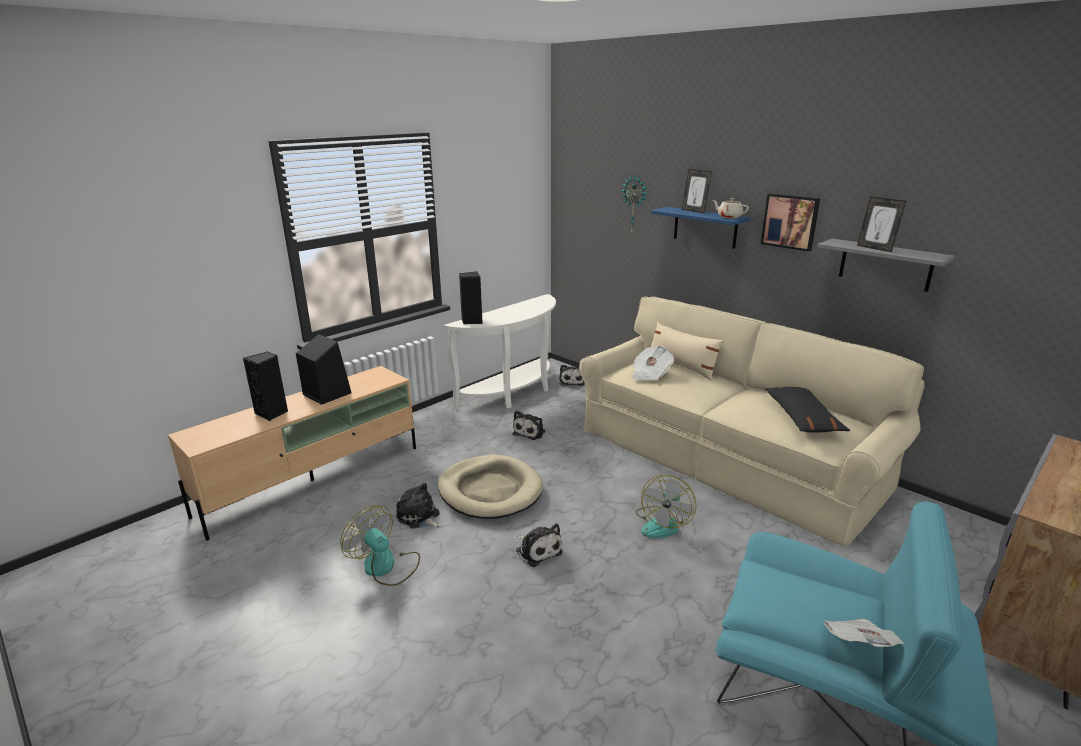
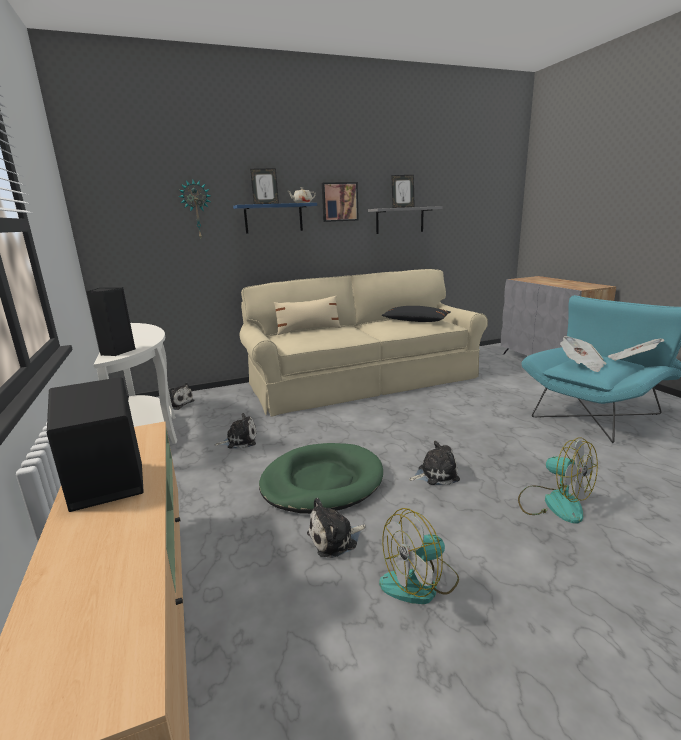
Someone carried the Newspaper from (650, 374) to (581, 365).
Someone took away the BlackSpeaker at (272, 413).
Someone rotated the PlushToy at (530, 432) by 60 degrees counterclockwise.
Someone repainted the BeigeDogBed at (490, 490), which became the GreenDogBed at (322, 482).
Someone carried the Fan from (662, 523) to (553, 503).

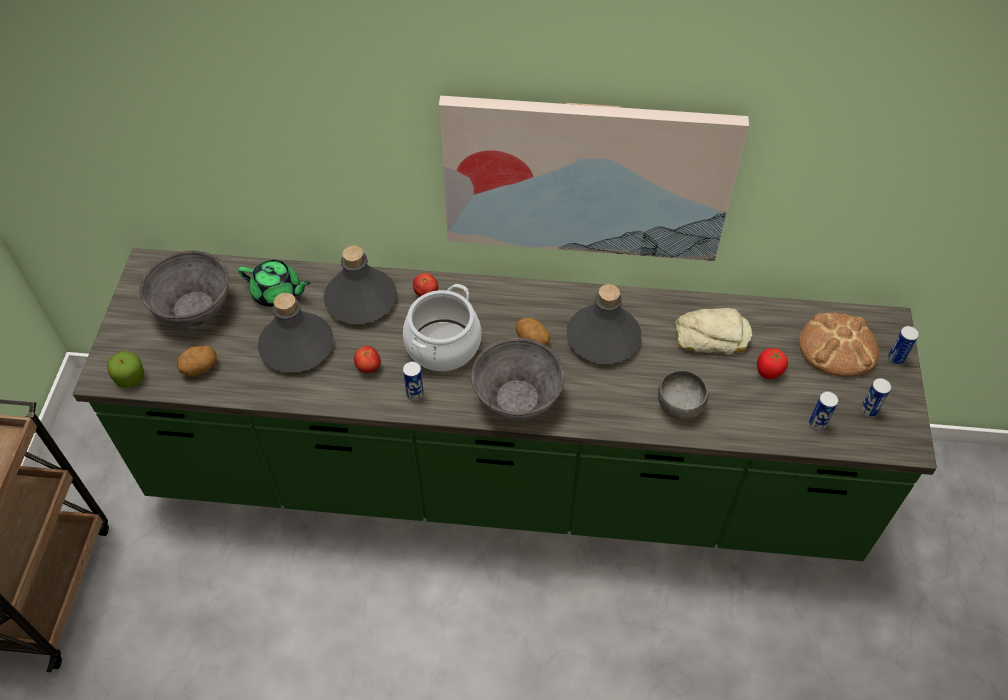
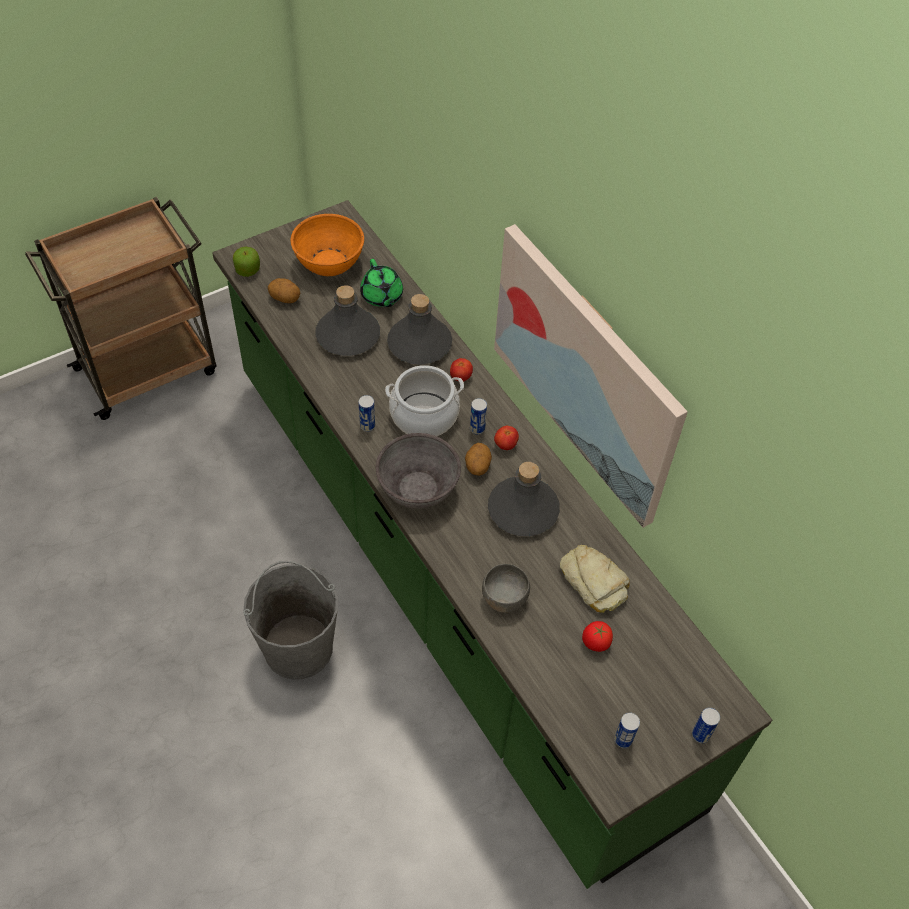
Someone repainted the GreyBowl at (194, 307), which became the OrangeBowl at (329, 262).
Someone took away the Bread at (837, 347).
Someone carried the Tomato from (368, 367) to (505, 445).
Someone carried the Can from (817, 424) to (477, 429).
Someone put down the GreyBucket at (298, 647).

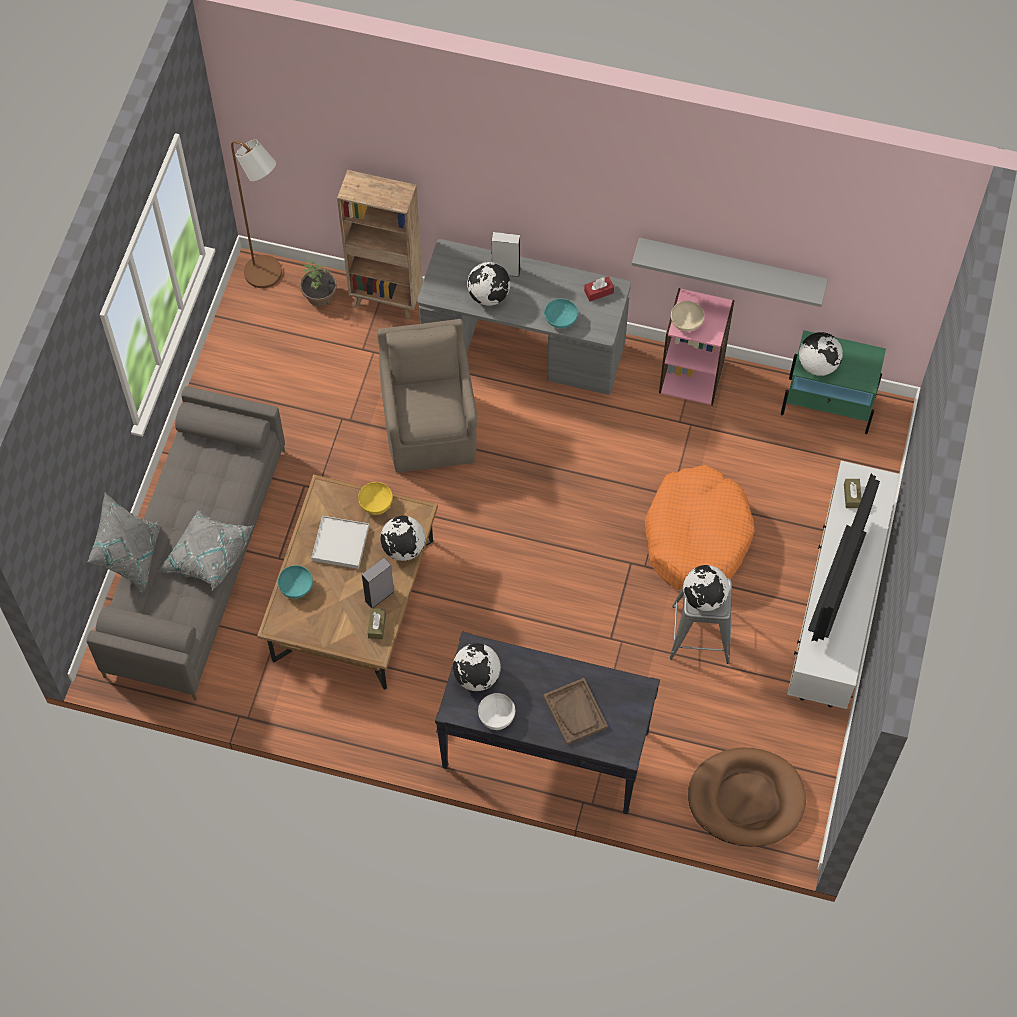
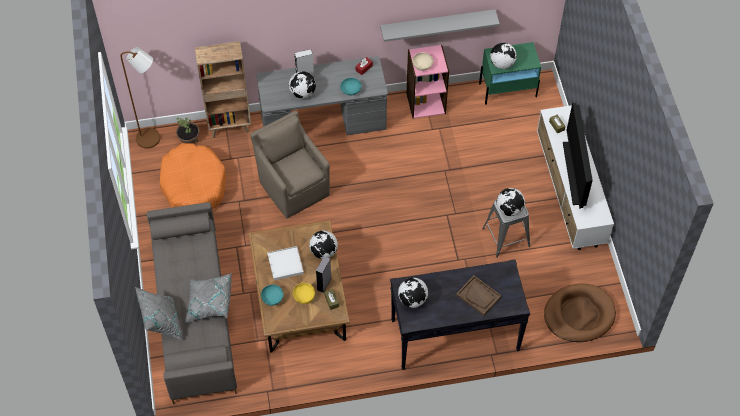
Someone carried the OrangeDogBed from (696, 536) to (193, 185).
Someone carried the YellowBowl from (375, 503) to (304, 297).
Someone took away the WhiteBowl at (496, 715).

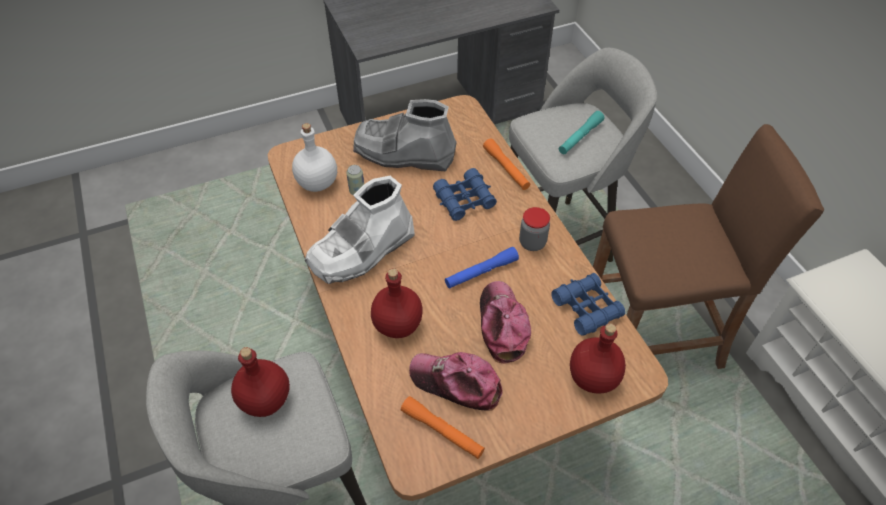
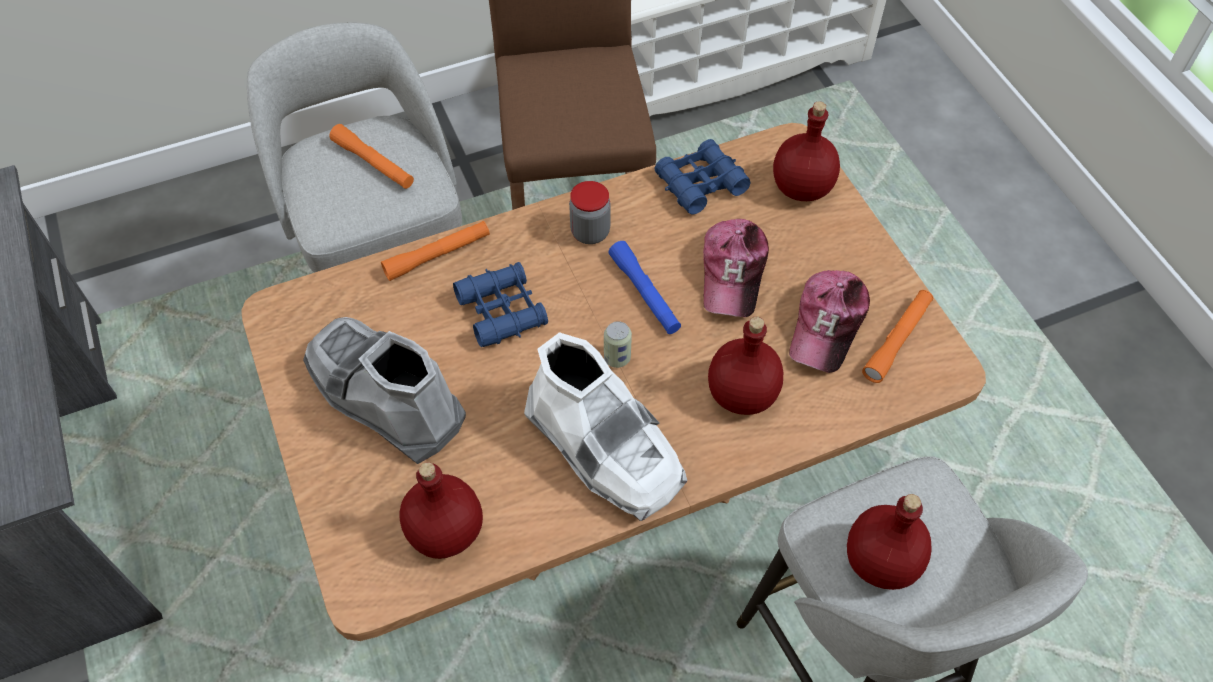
Someone rotated the GreyBoot at (404, 153) by 120 degrees clockwise.
Someone repainted the TurquoiseFlashlight at (580, 137), which became the OrangeFlashlight at (373, 163).
Someone repainted the WhiteBottle at (317, 182), which became the RedBottle at (444, 532).
Someone carried the Can from (357, 191) to (617, 358).
Someone rotated the Cap at (502, 325) by 75 degrees counterclockwise.

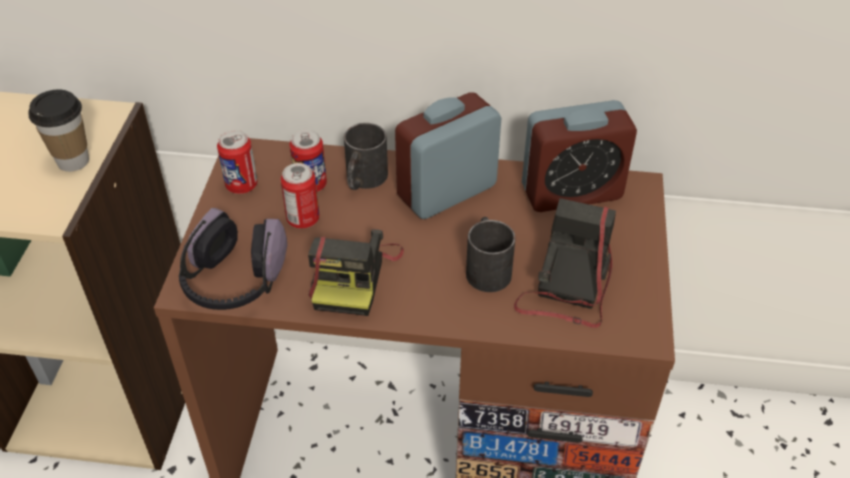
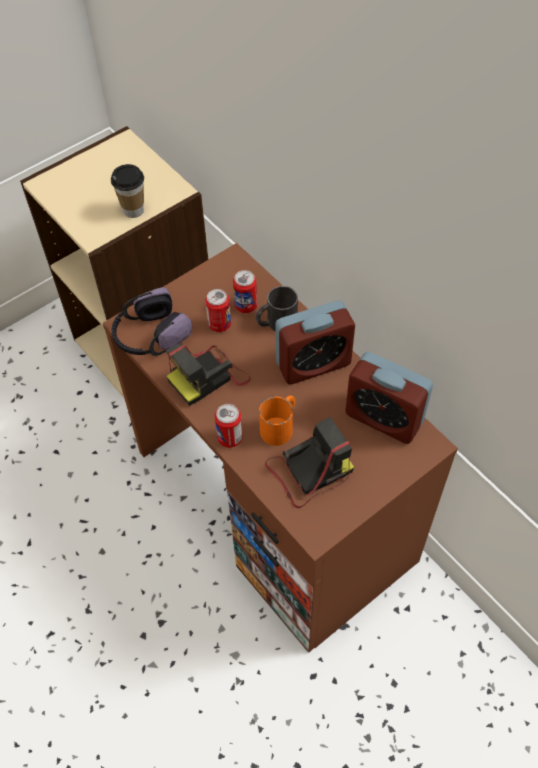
Someone rotated the AlarmClock at (447, 191) by 150 degrees clockwise.
Someone carried the Can from (241, 185) to (230, 438).
Someone repainted the BlackMug at (487, 267), which became the OrangeMug at (280, 426).

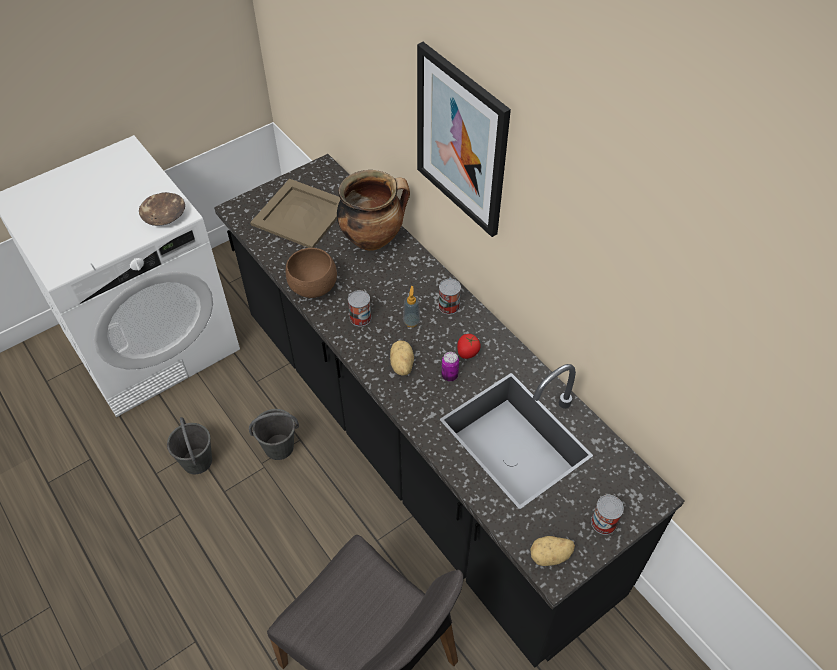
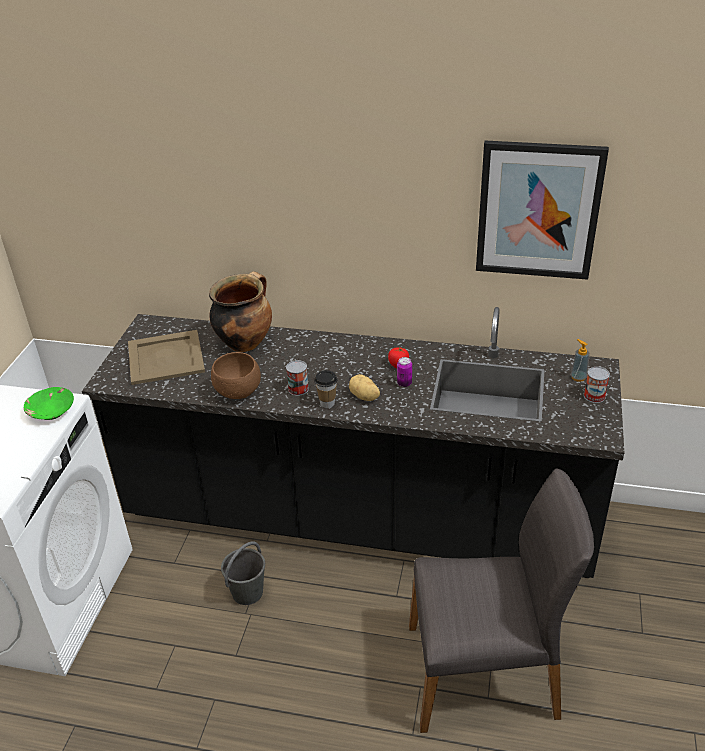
Someone carried the Picture from (461, 141) to (538, 210).
Someone repainted the BrownBowl at (164, 215), which became the GreenBowl at (51, 411).
Someone took away the Can at (449, 306).
Someone carried the SoapDispenser from (411, 321) to (578, 377).
Someone took away the GreyBucket at (197, 461).
Someone took away the Potato at (550, 556).
Someone put down the Cup at (327, 403).

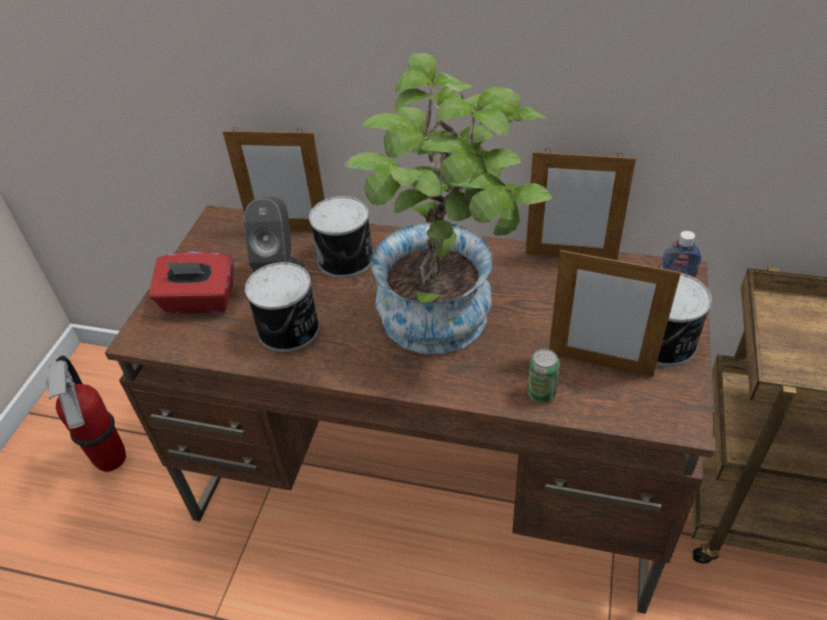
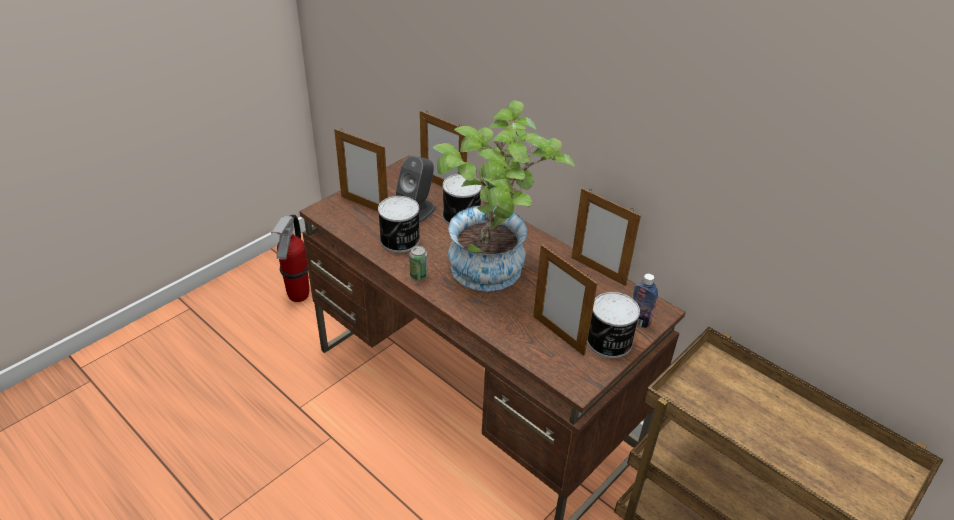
Someone swapped the RedTissueBox at (199, 301) for the PictureFrame at (364, 205).
Someone carried the Can from (541, 393) to (418, 276).

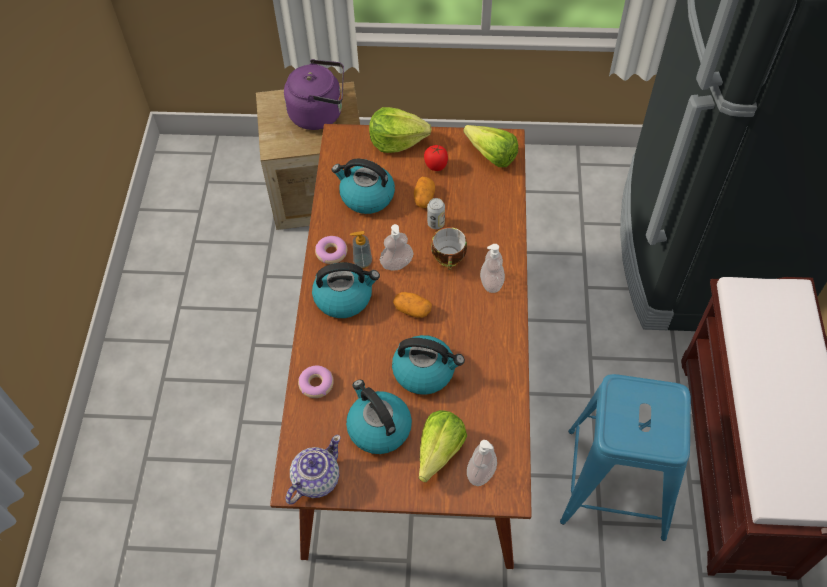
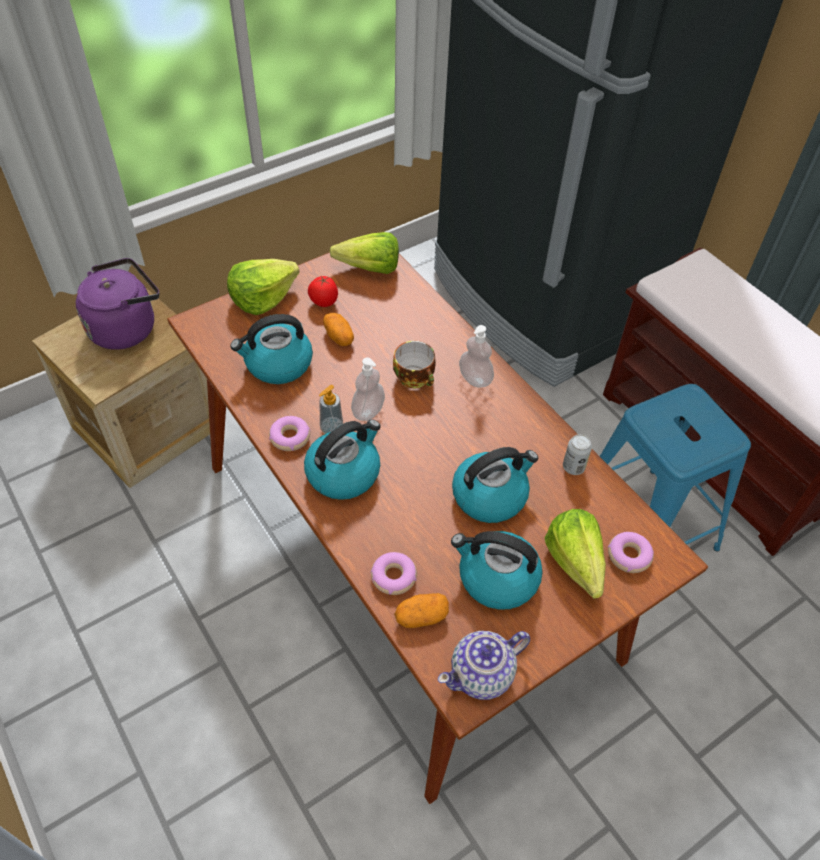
Someone carried the Can from (436, 223) to (573, 467).
Someone carried the Potato from (412, 310) to (421, 616).
Someone rotated the Teapot at (315, 479) by 120 degrees counterclockwise.
Someone swapped the SoapDispenser at (481, 472) for the Donut at (629, 556).

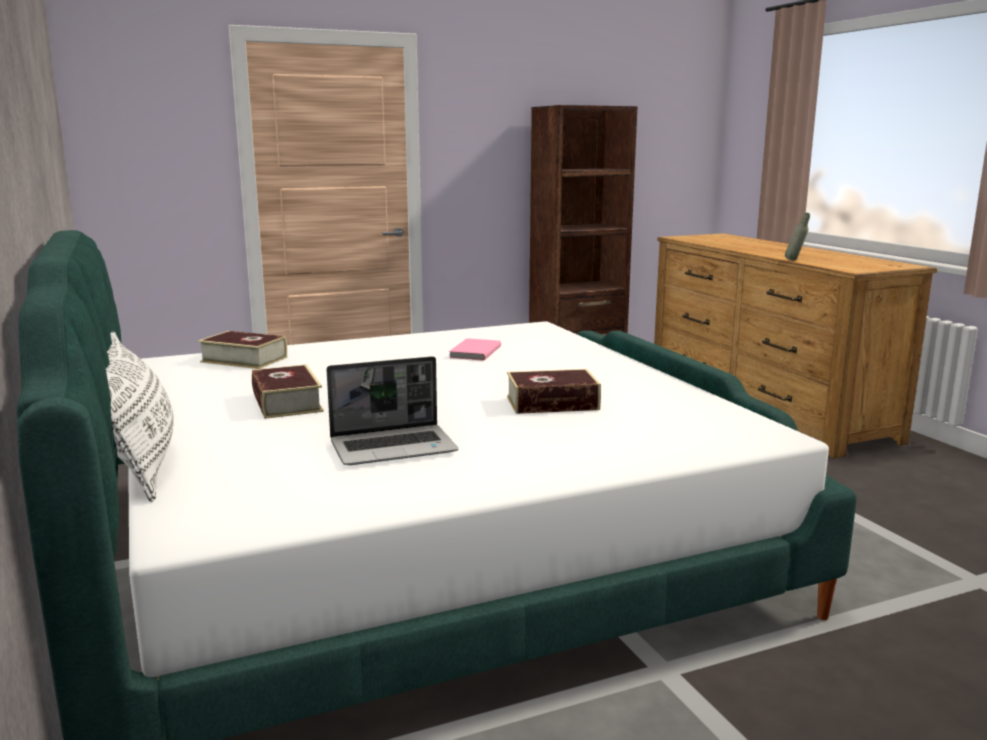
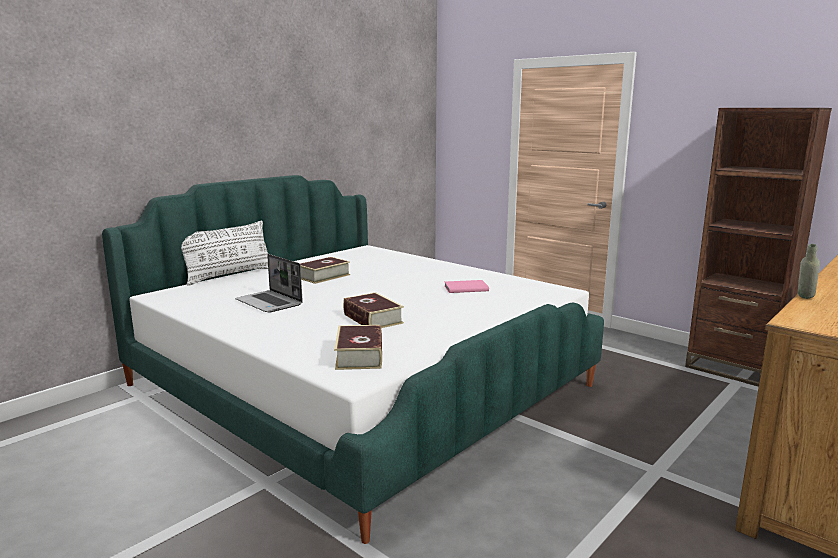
Someone carried the Book from (244, 359) to (359, 355).

